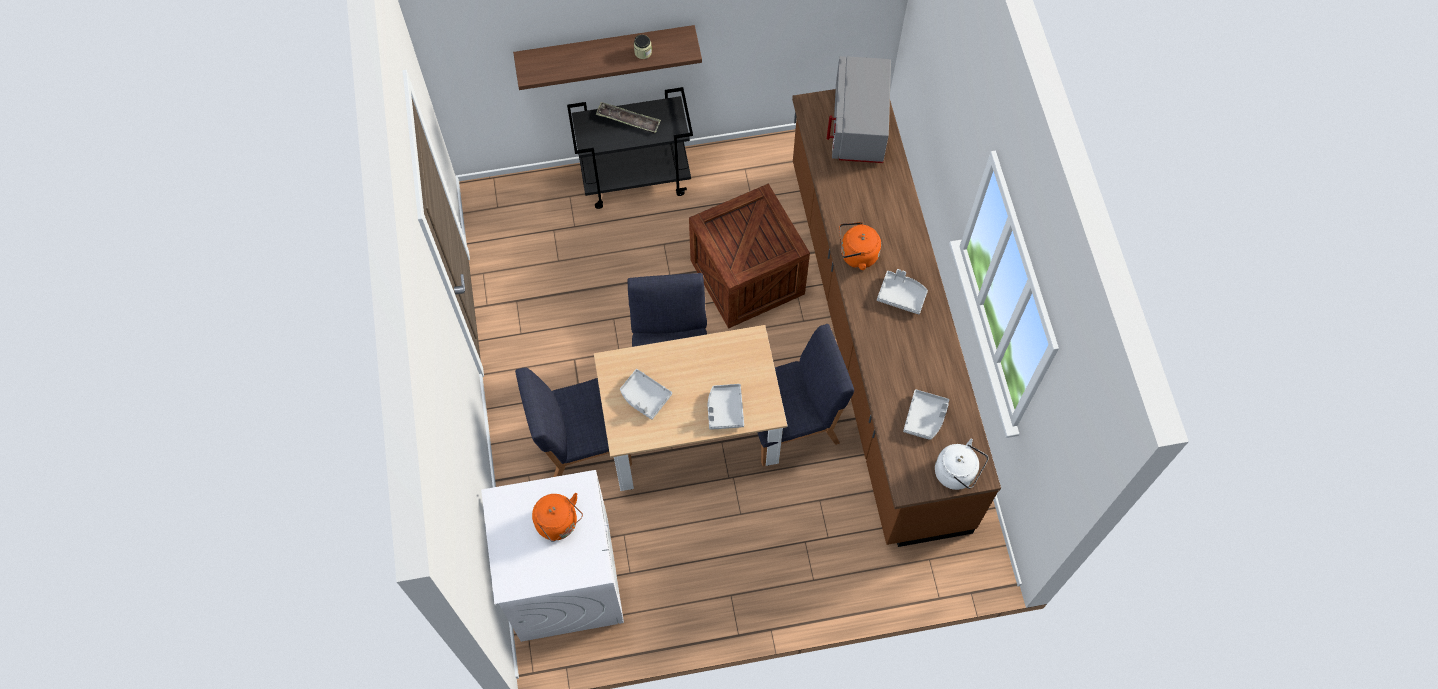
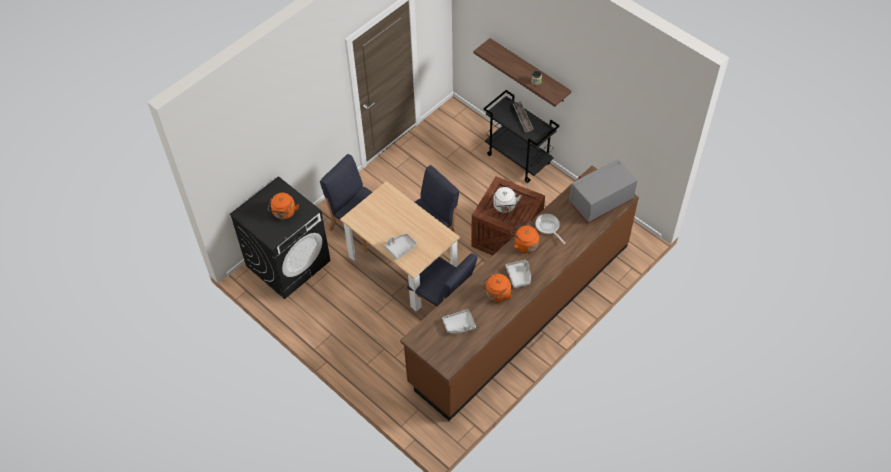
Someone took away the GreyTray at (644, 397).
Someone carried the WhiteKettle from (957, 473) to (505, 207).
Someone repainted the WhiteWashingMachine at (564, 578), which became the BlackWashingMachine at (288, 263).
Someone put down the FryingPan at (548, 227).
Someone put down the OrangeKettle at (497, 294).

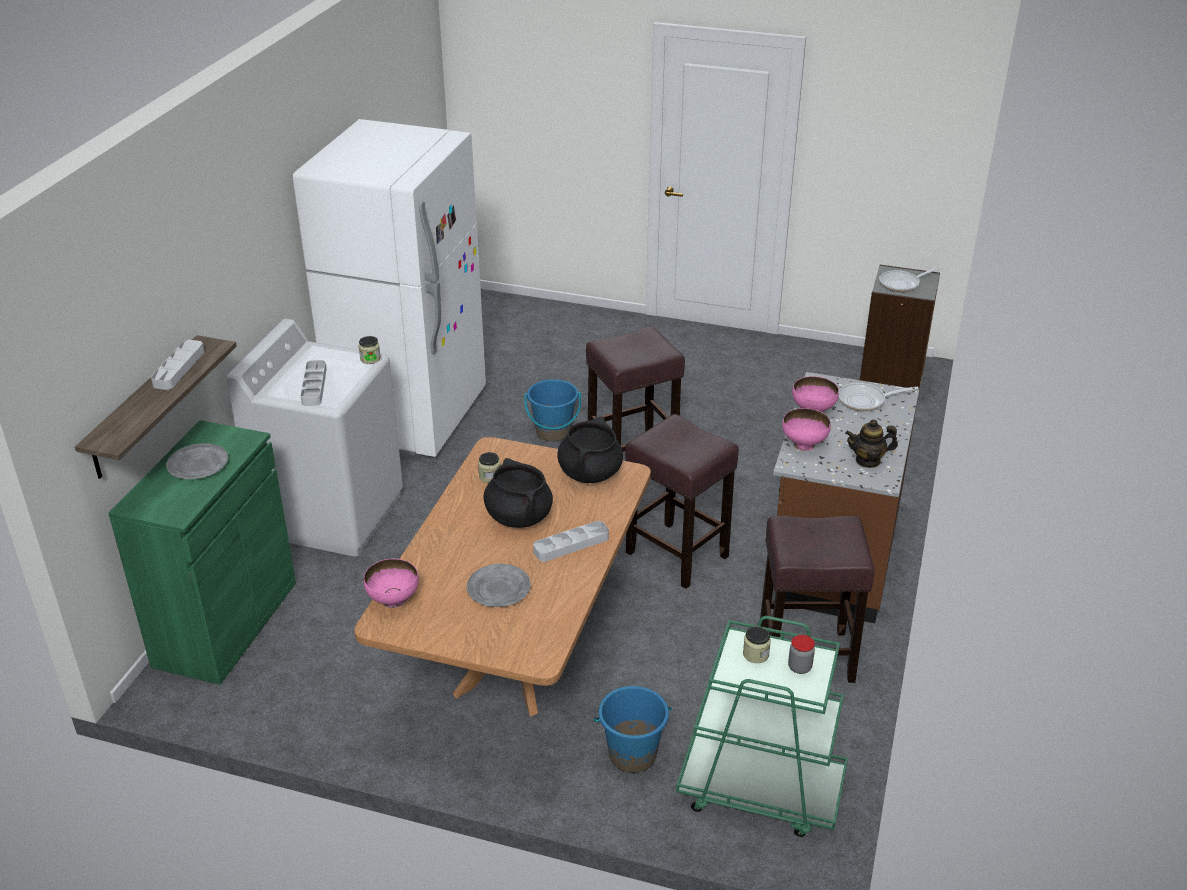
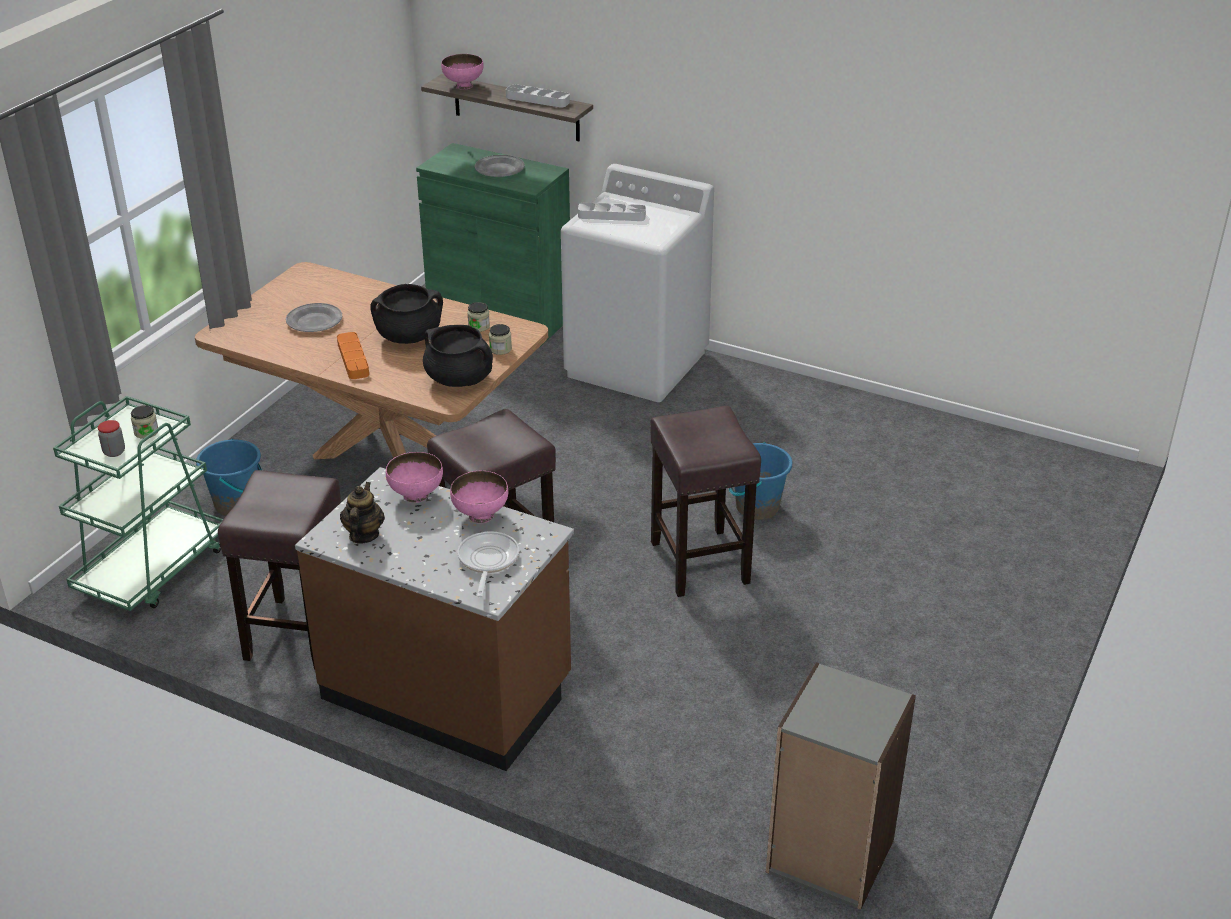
Someone took away the WhiteFridge at (411, 416).
Someone took away the FryingPan at (902, 284).
Someone carried the Jar from (370, 359) to (500, 349).
Someone repainted the GreyTray at (571, 544), which became the OrangeTray at (353, 359).
Someone carried the PinkBowl from (393, 600) to (463, 85).

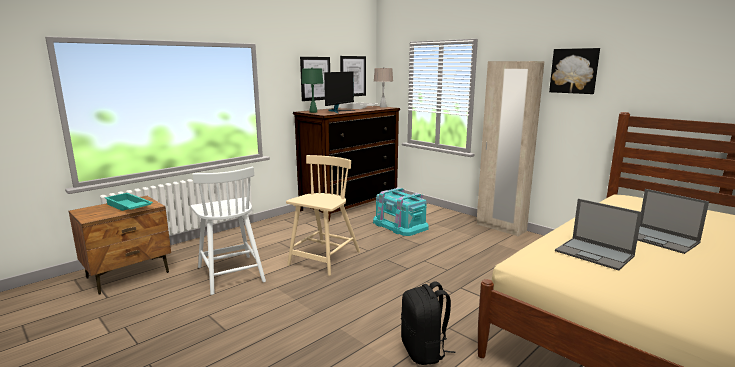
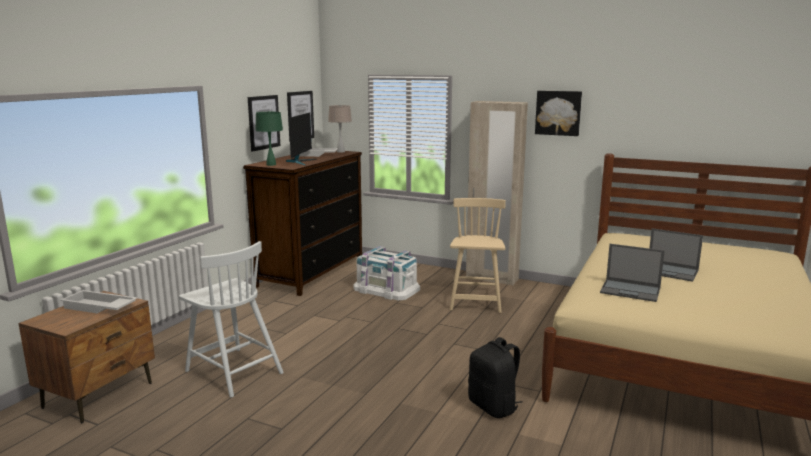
Someone carried the BeigeChair from (324, 259) to (476, 300).
Someone repainted the TurquoiseStorageBox at (399, 225), which became the WhiteStorageBox at (386, 289).
Someone repainted the TurquoiseTray at (128, 207), which became the WhiteTray at (98, 307).

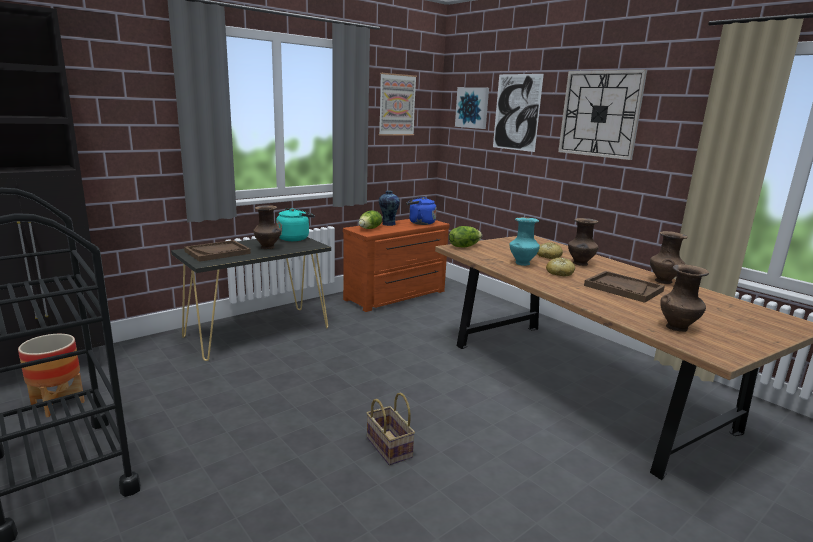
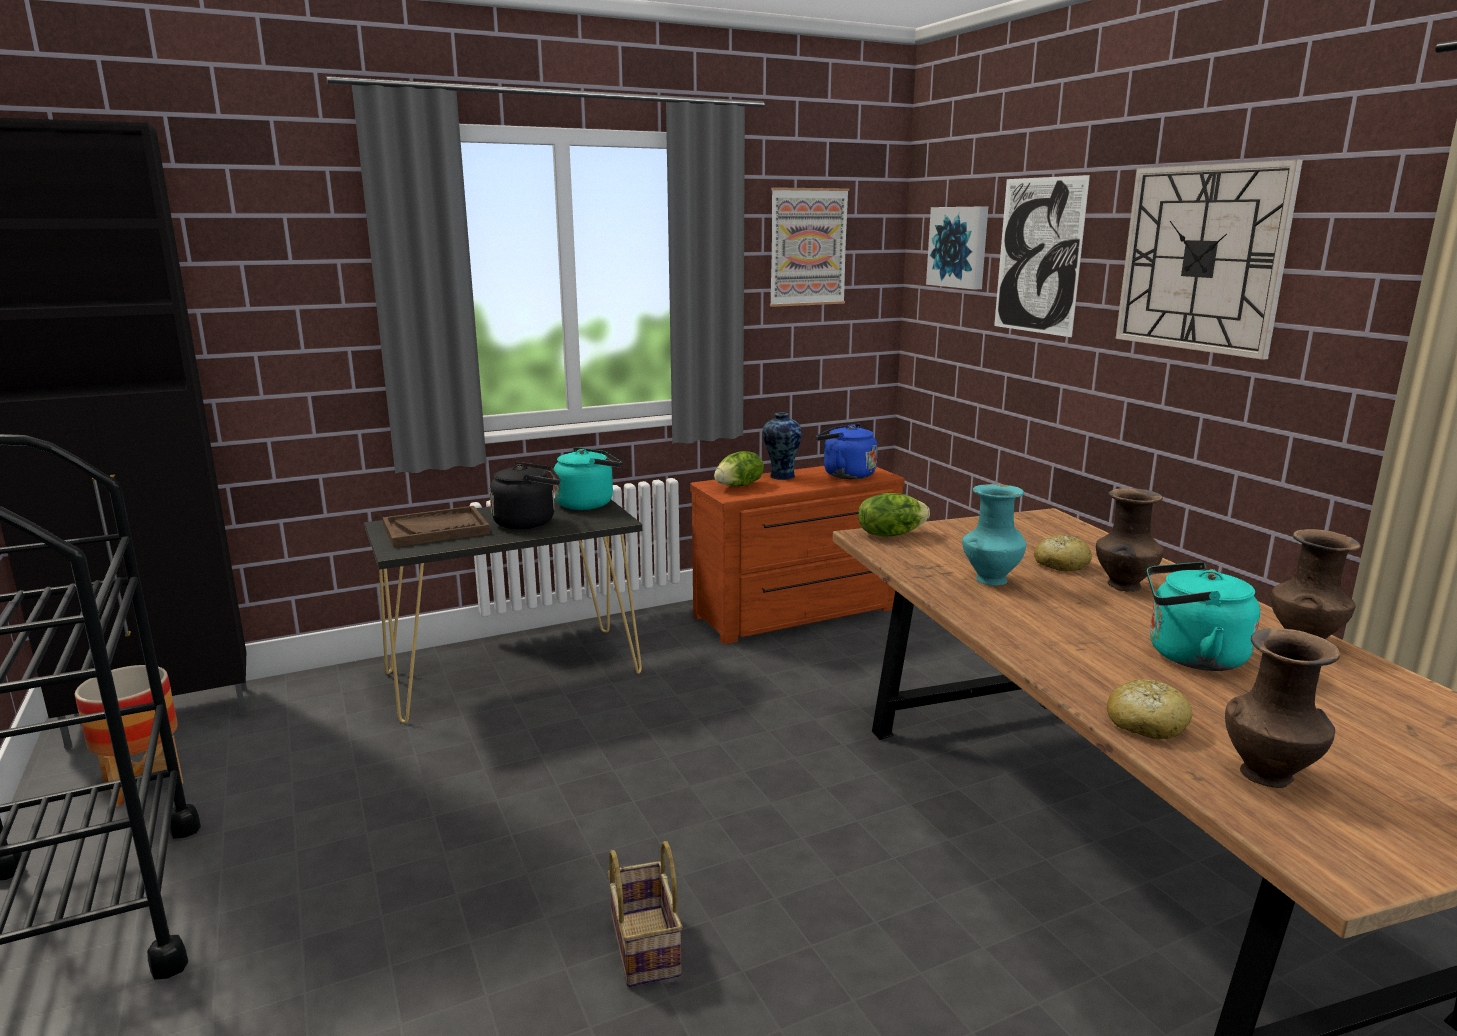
Someone swapped the BrownVase at (268, 247) for the BlackKettle at (528, 522).
Someone carried the Bread from (559, 273) to (1146, 724).
Someone swapped the BrownTray at (623, 288) for the TurquoiseKettle at (1189, 656).

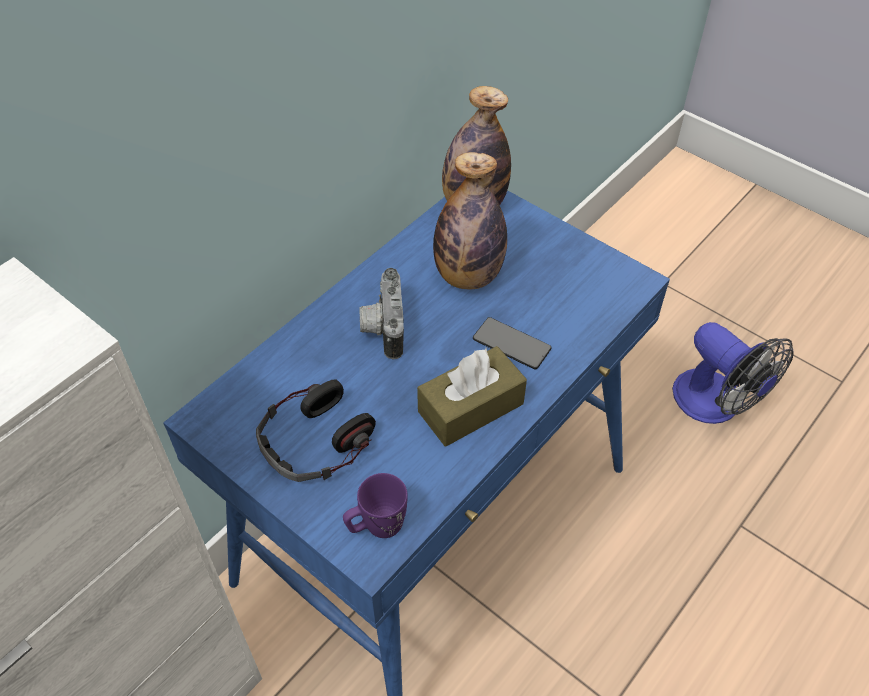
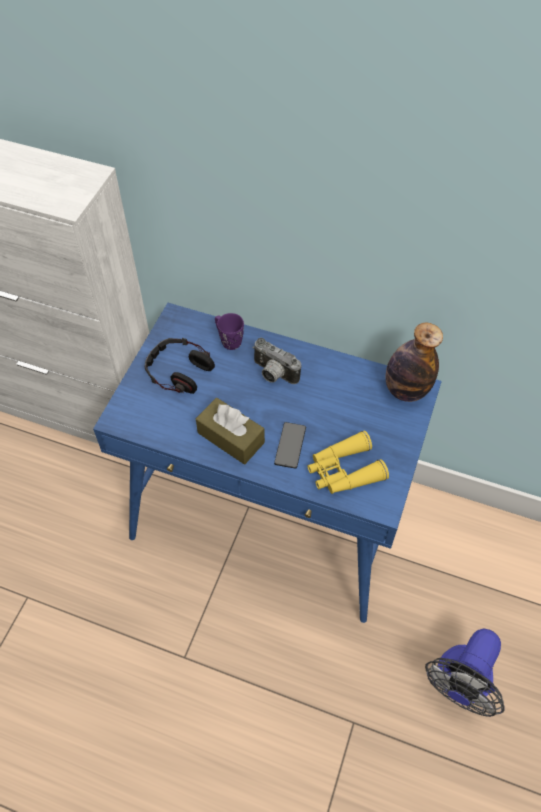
Someone took away the Bottle at (468, 276).
Someone rotated the PhotoCamera at (382, 328) by 120 degrees counterclockwise.
Someone carried the PurpleMug from (376, 526) to (228, 340).
Someone put down the YellowBinoculars at (343, 471).

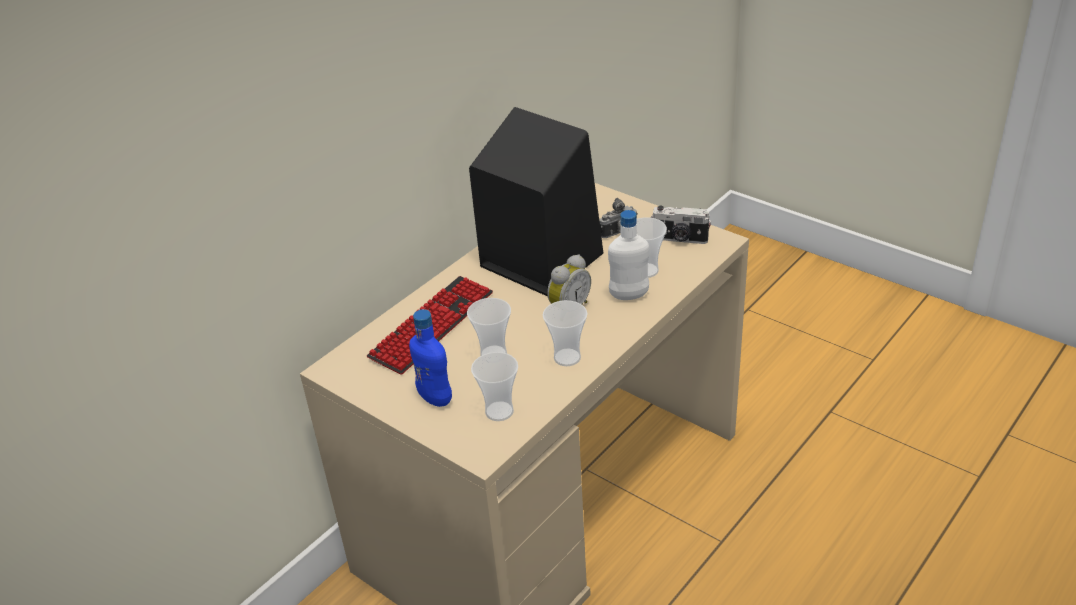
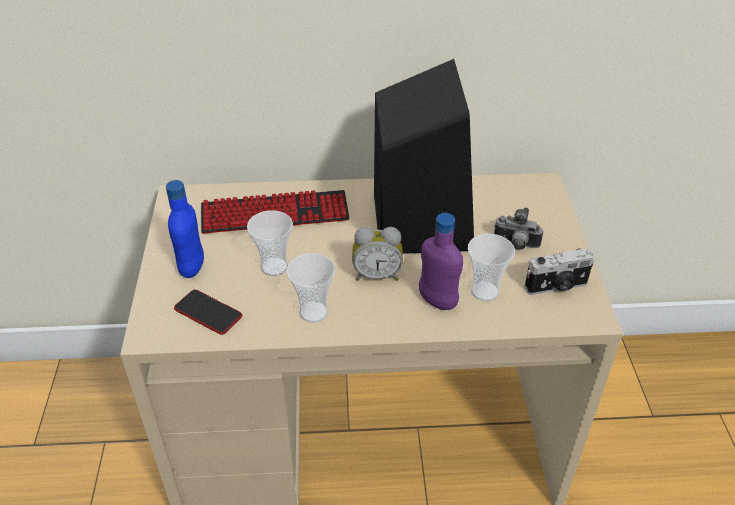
Someone rotated the PhotoCamera at (680, 239) by 75 degrees counterclockwise.
Someone repainted the WhiteBottle at (629, 295), which became the PurpleBottle at (437, 301).
Someone swapped the Cup at (499, 411) for the Phone at (208, 313).

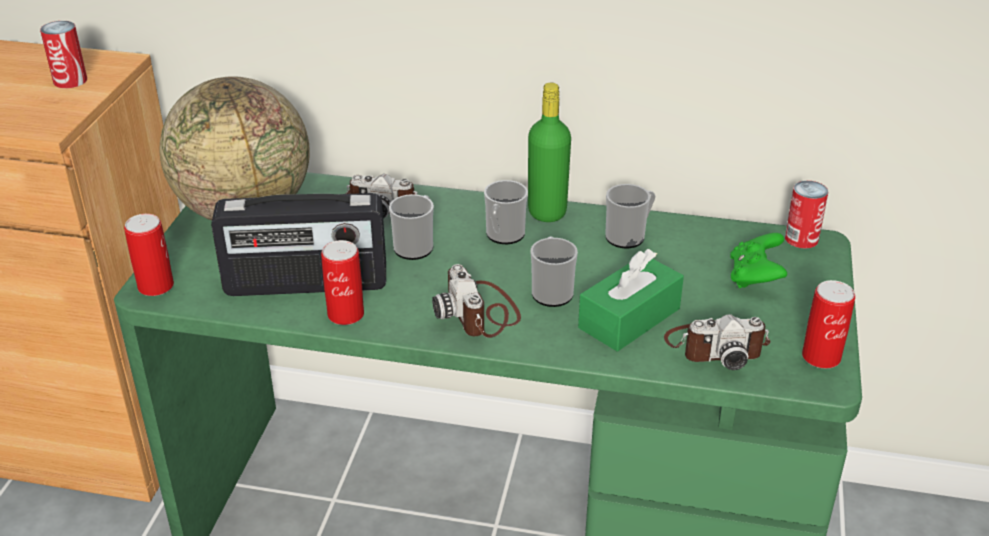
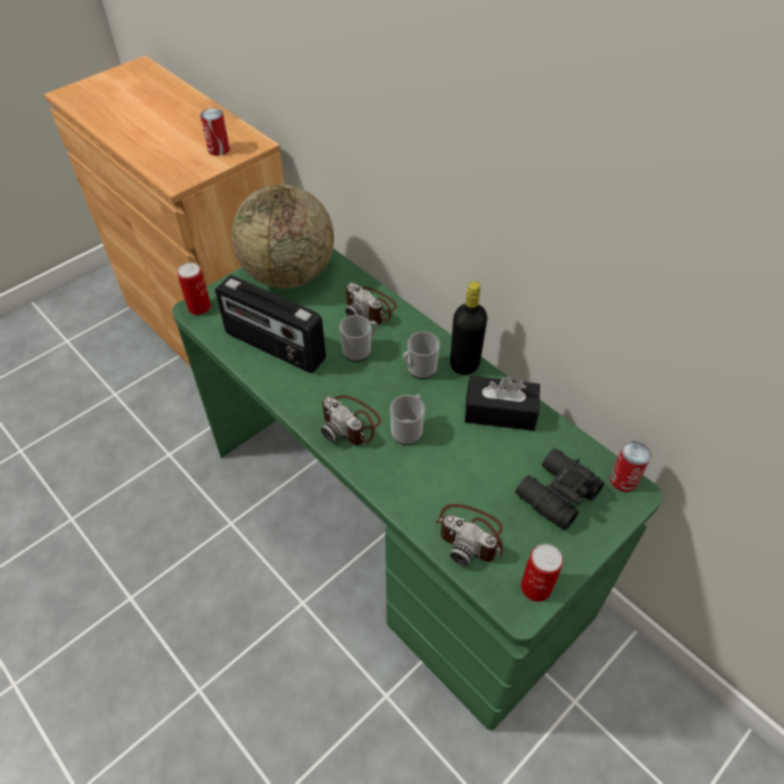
Someone repainted the GreenBottle at (547, 212), which became the BlackBottle at (464, 364).
Someone swapped the Mug at (629, 236) for the BlackTissueBox at (500, 412).
Someone swapped the GreenGameController at (755, 277) for the BlackBinoculars at (555, 494).
Someone took away the Can at (345, 314).
Someone took away the GreenTissueBox at (629, 318).
Someone rotated the PhotoCamera at (480, 312) by 60 degrees counterclockwise.

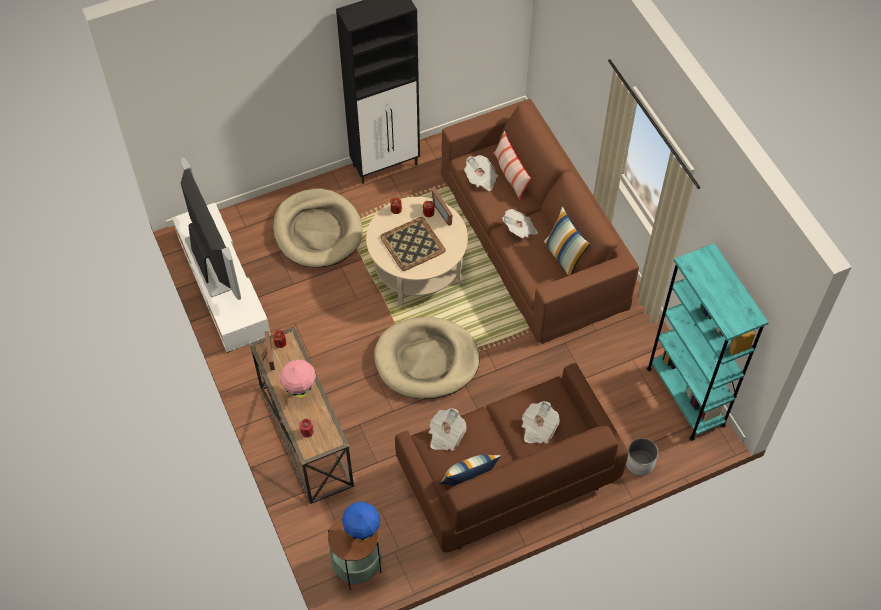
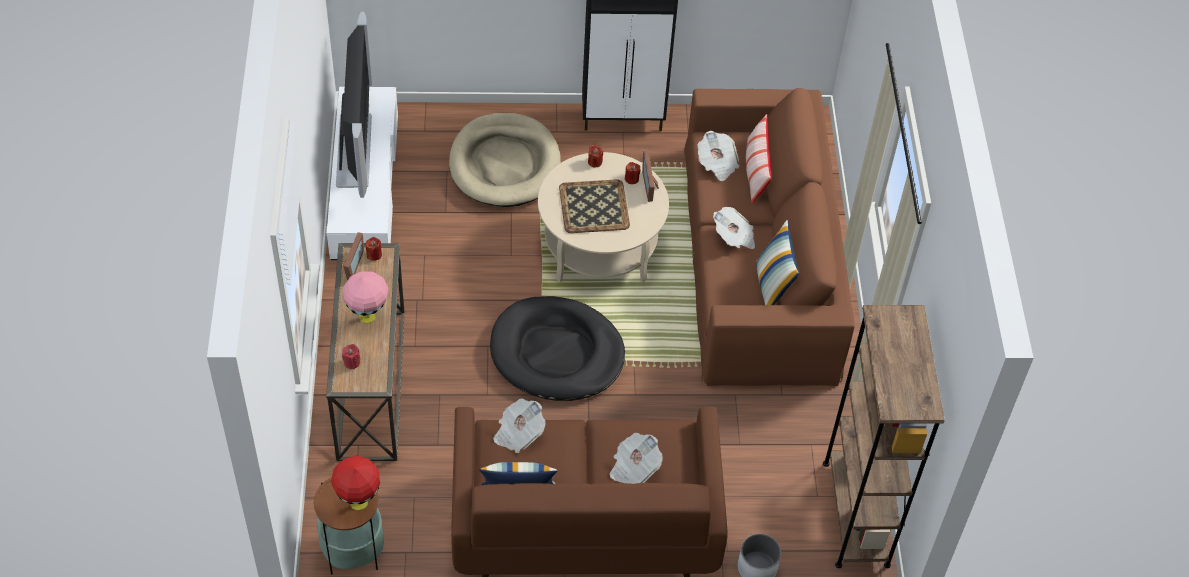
Someone repainted the TurquoiseBookcase at (685, 396), which became the BrownBookcase at (856, 513).
Someone repainted the BeigeDogBed at (426, 360), which became the BlackDogBed at (556, 353).
Someone repainted the BlueTableLamp at (362, 533), which became the RedTableLamp at (358, 501).

